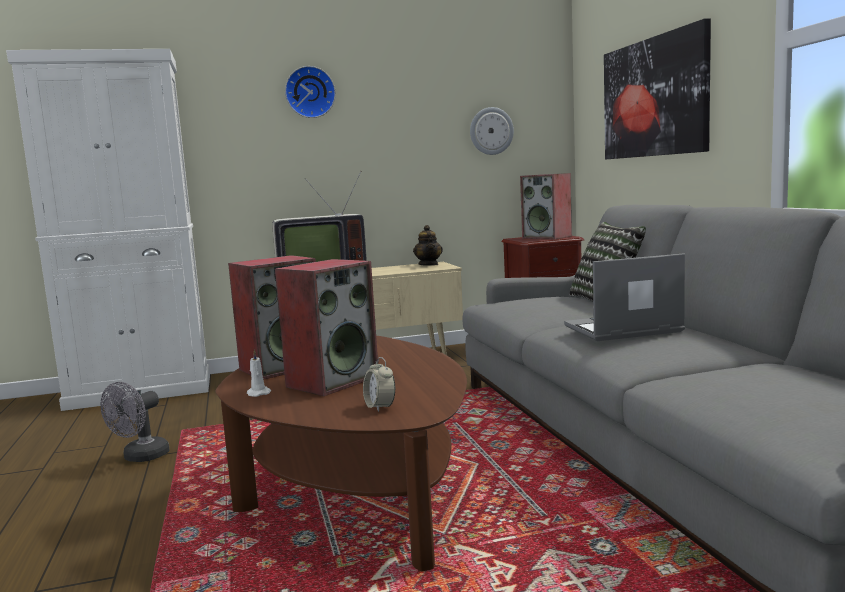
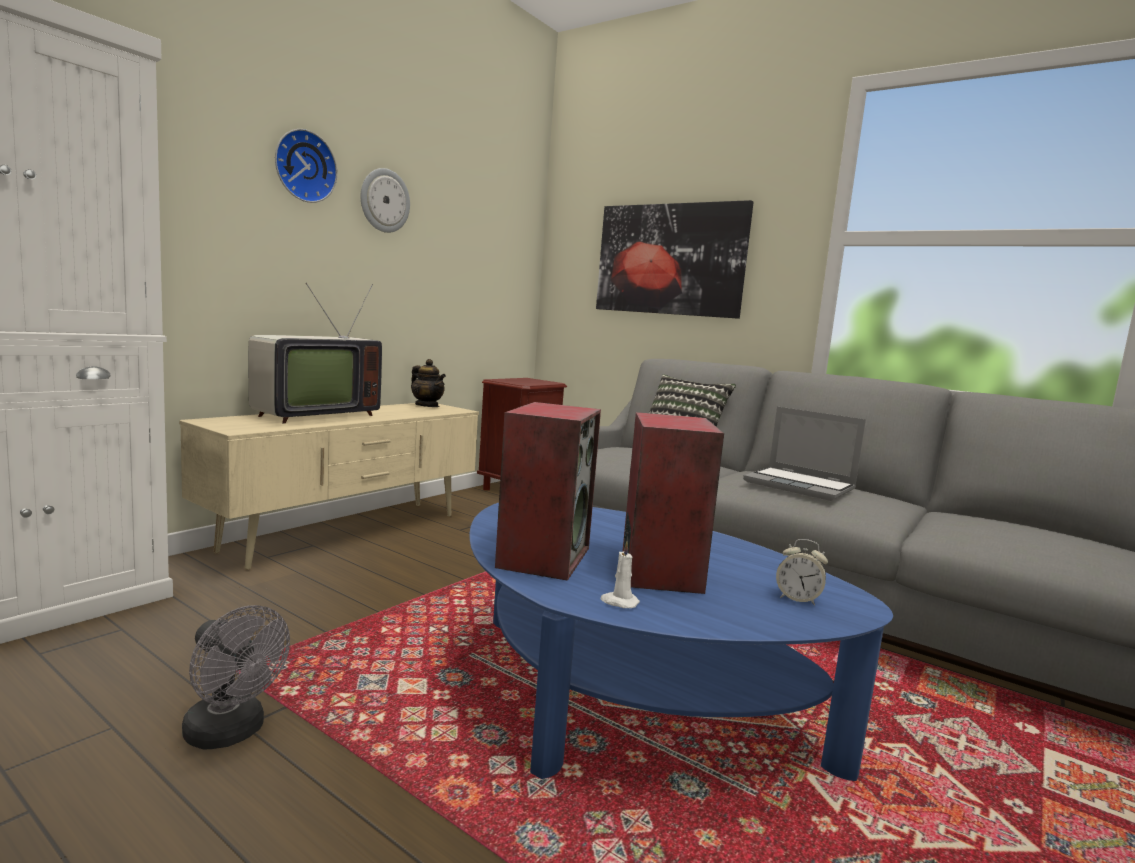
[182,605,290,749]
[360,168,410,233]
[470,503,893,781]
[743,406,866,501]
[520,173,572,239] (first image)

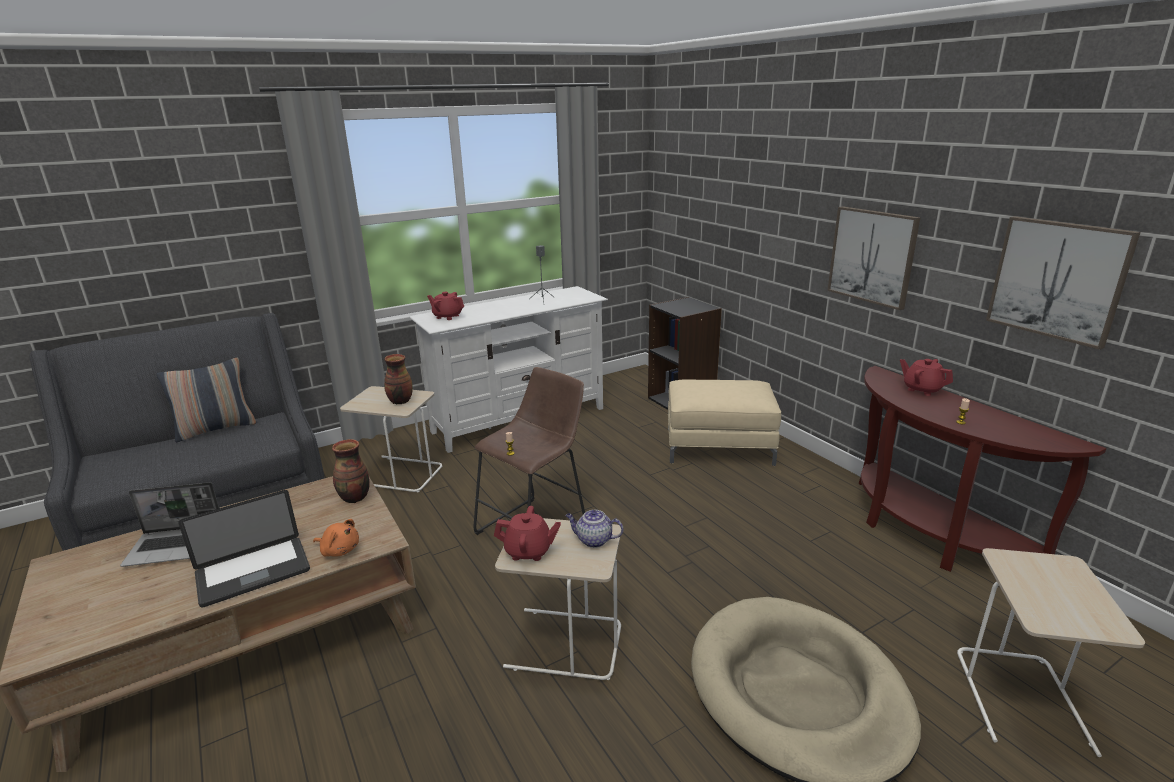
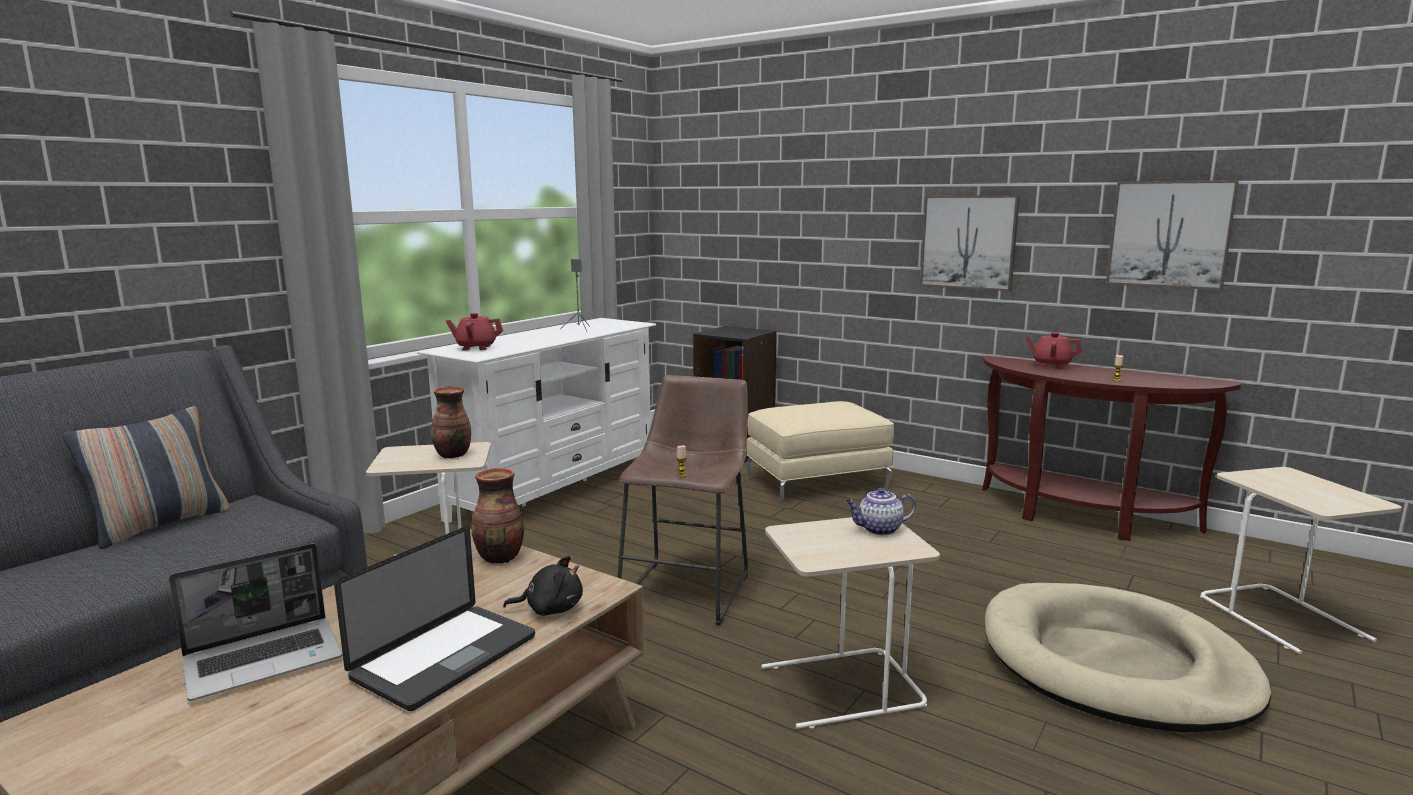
[503,556,583,616]
[494,506,561,561] (first image)

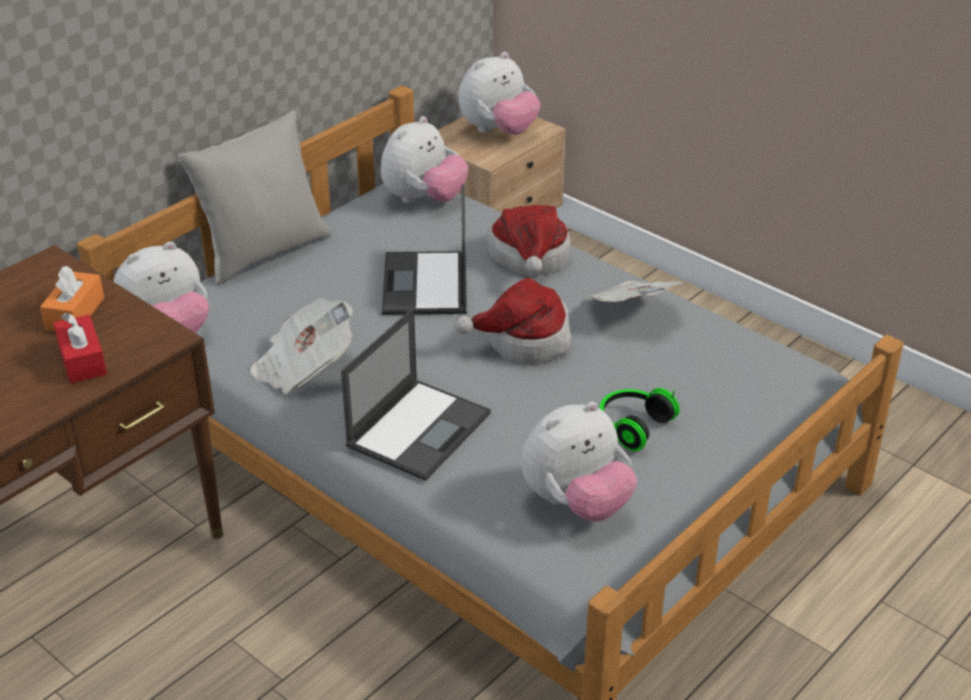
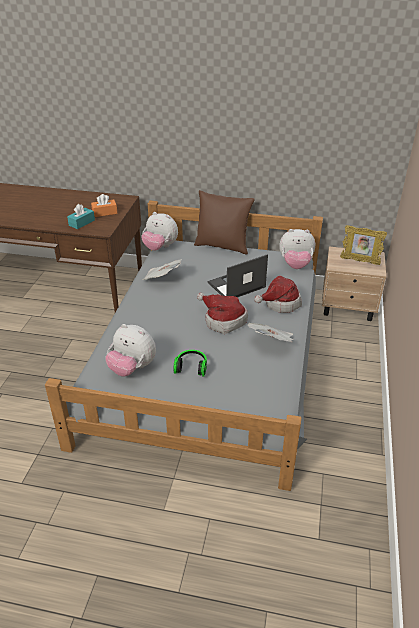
[67,204,95,229]
[194,190,255,255]
[340,225,387,265]
[341,308,491,481] (first image)

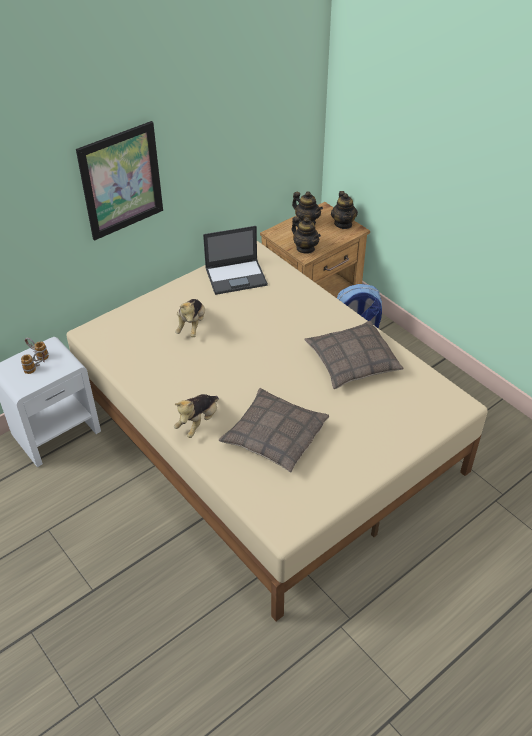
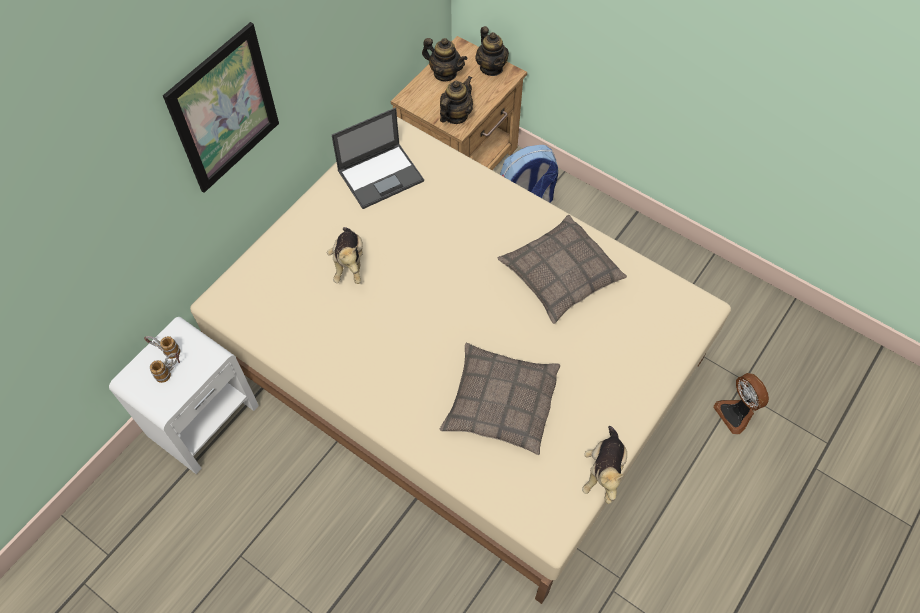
[440,76,473,124]
[582,426,627,504]
[713,373,769,434]

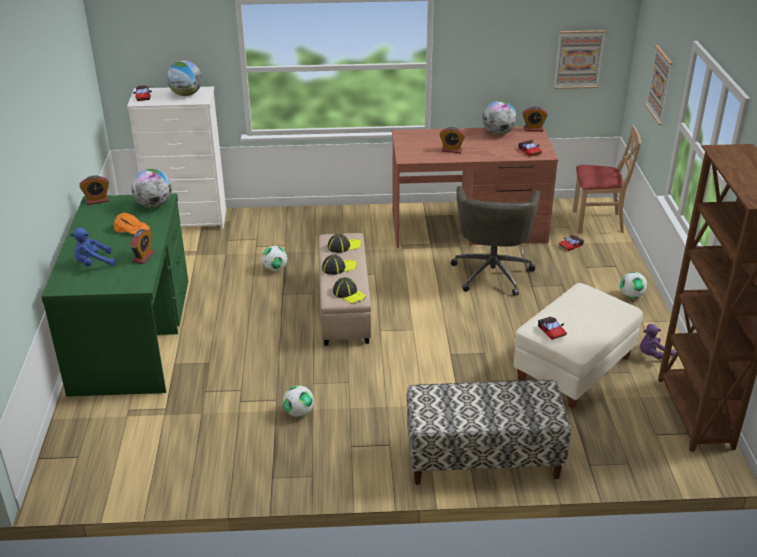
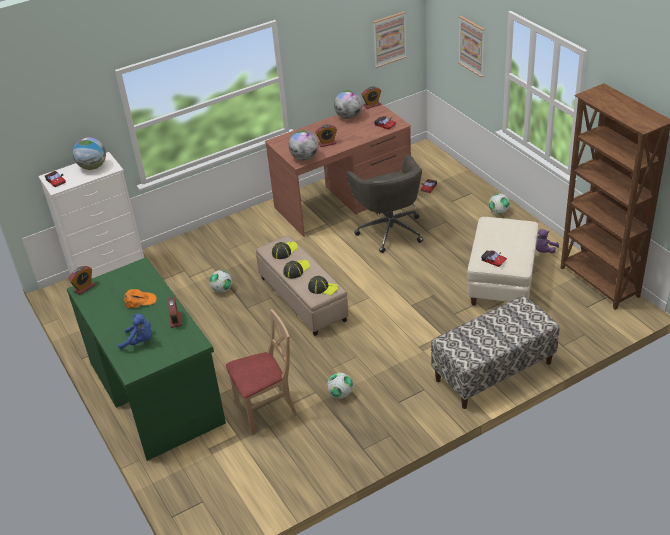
[118,314,152,349]
[226,309,297,436]
[288,130,319,161]

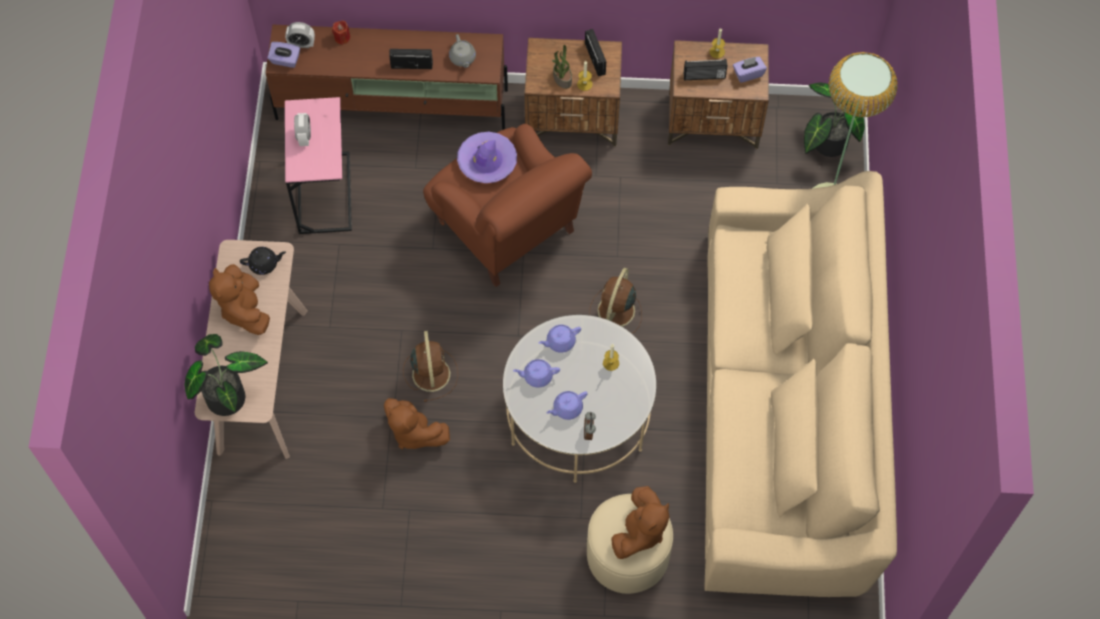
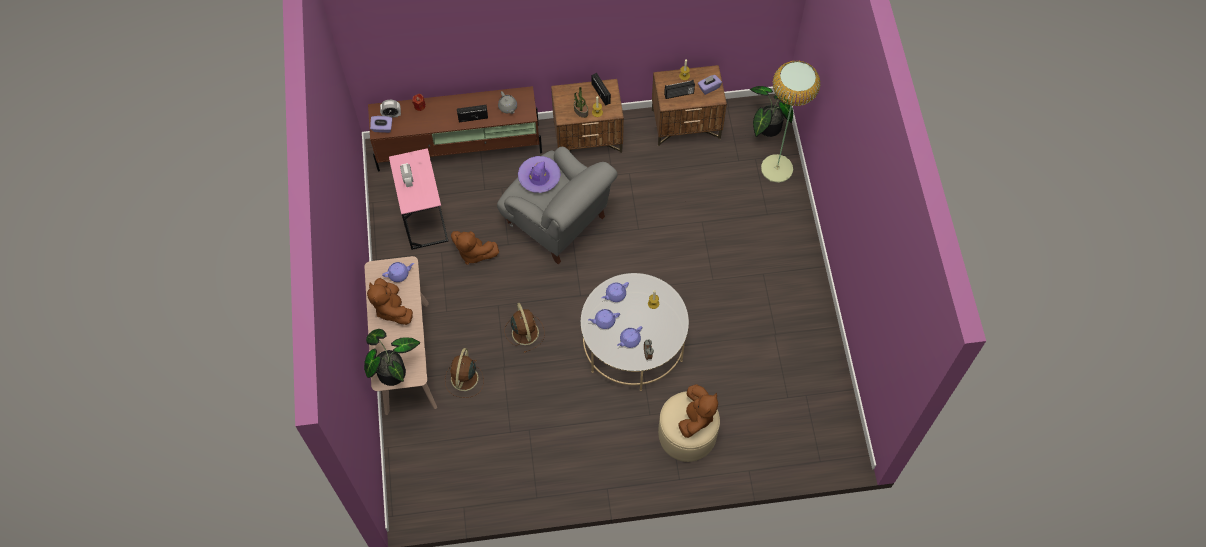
[382,262,414,282]
[445,348,484,398]
[451,231,499,265]
[497,147,617,264]
[704,171,897,597] (first image)

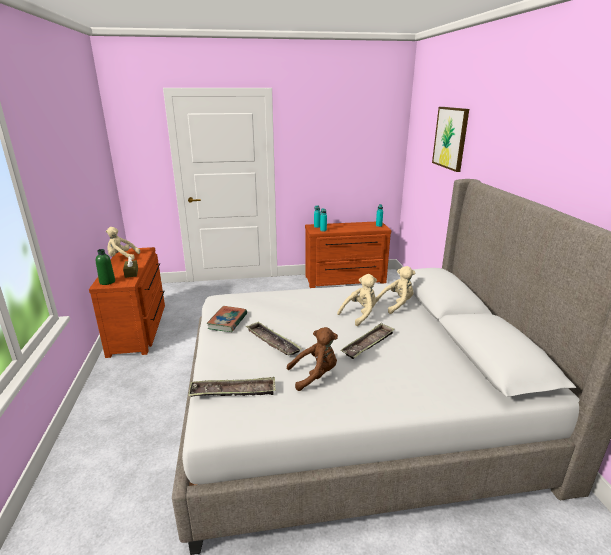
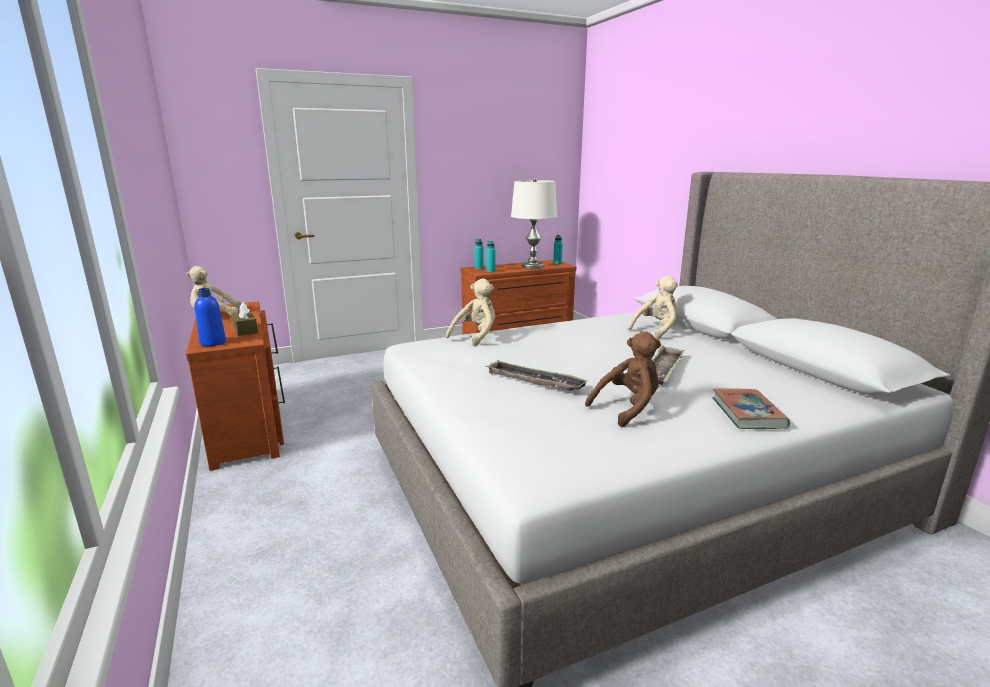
[195,288,226,346]
[446,278,495,346]
[511,178,557,269]
[712,388,790,429]
[188,377,276,397] (first image)
[432,107,469,172] (first image)

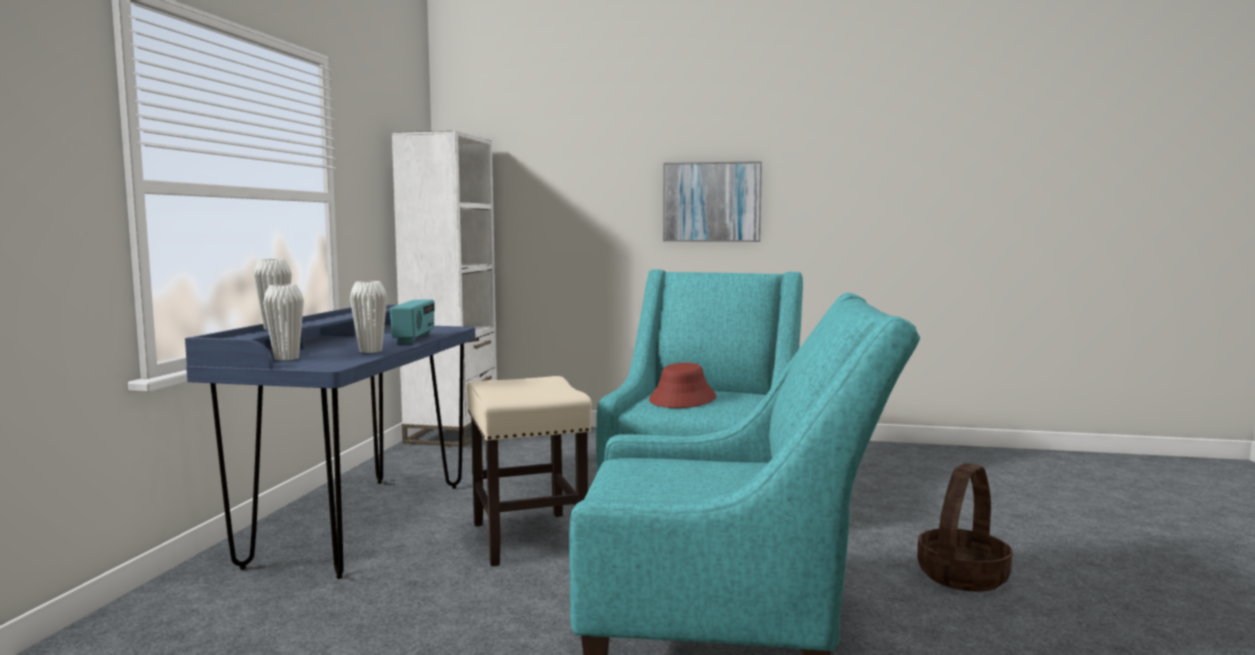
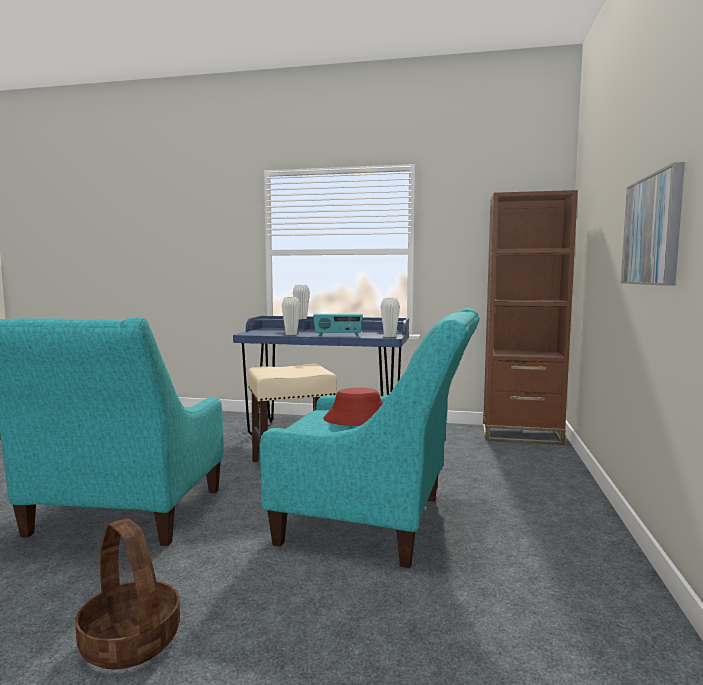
[380,298,400,337]
[483,190,578,445]

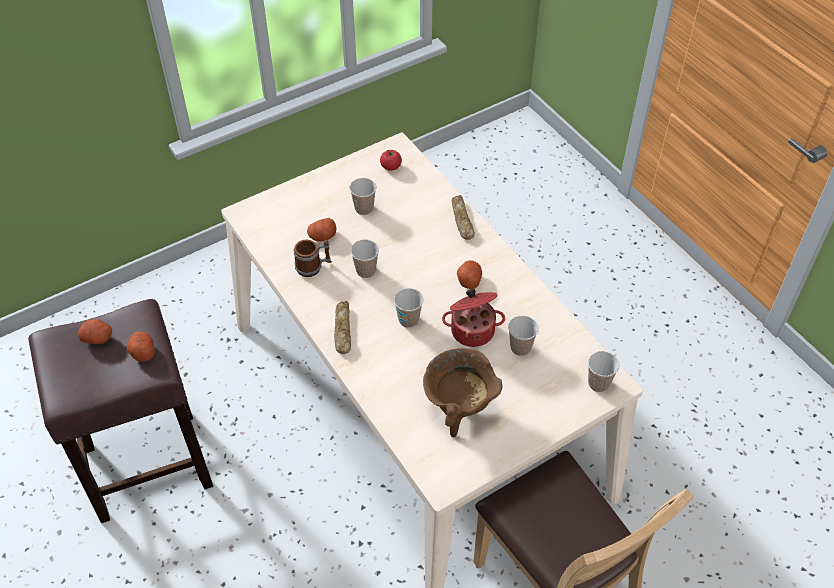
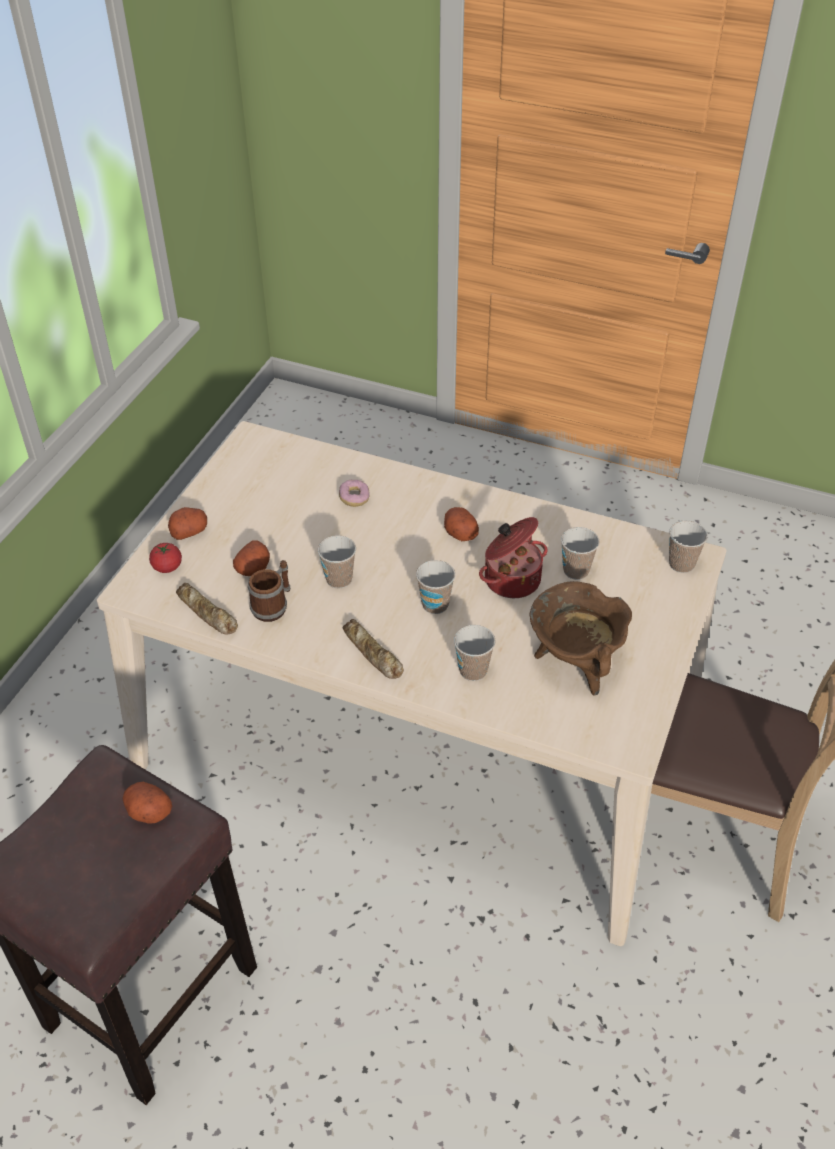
[149,543,182,573]
[168,507,207,540]
[176,583,238,635]
[339,480,370,507]
[454,625,495,681]

